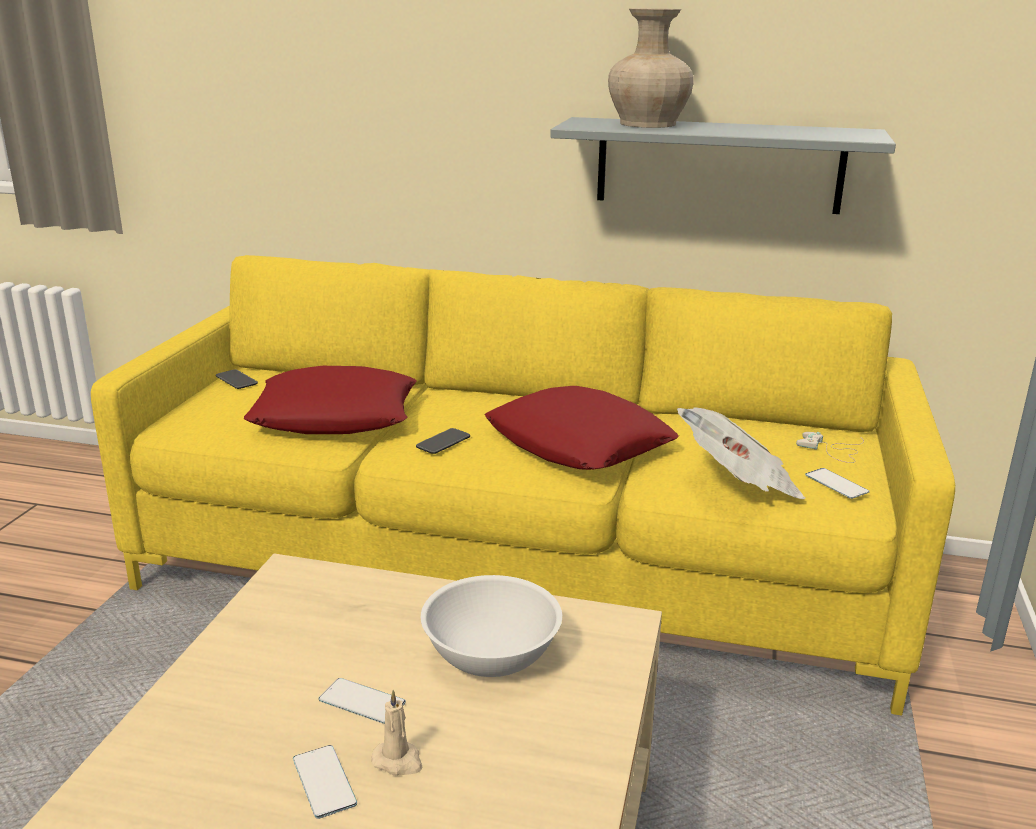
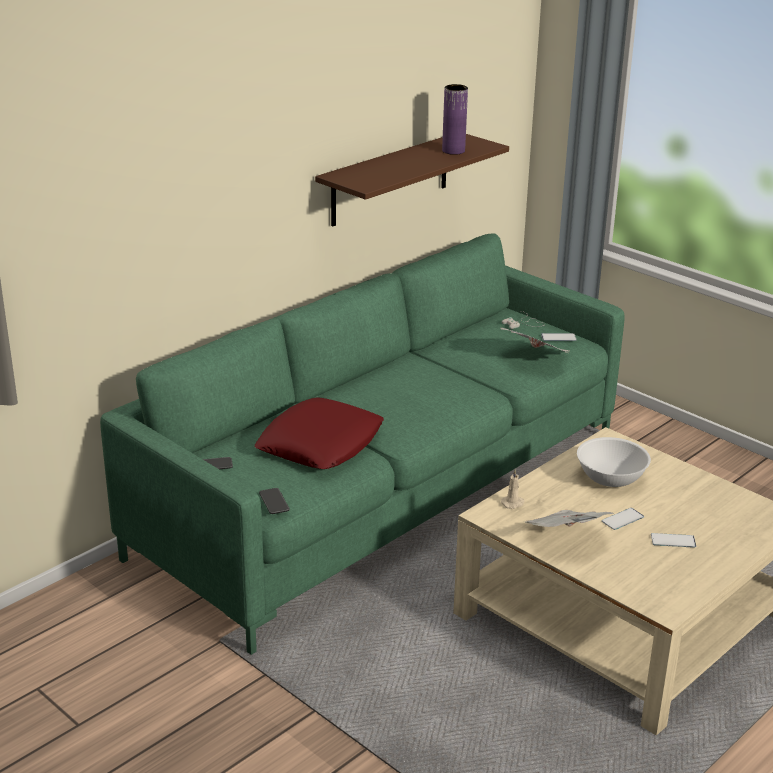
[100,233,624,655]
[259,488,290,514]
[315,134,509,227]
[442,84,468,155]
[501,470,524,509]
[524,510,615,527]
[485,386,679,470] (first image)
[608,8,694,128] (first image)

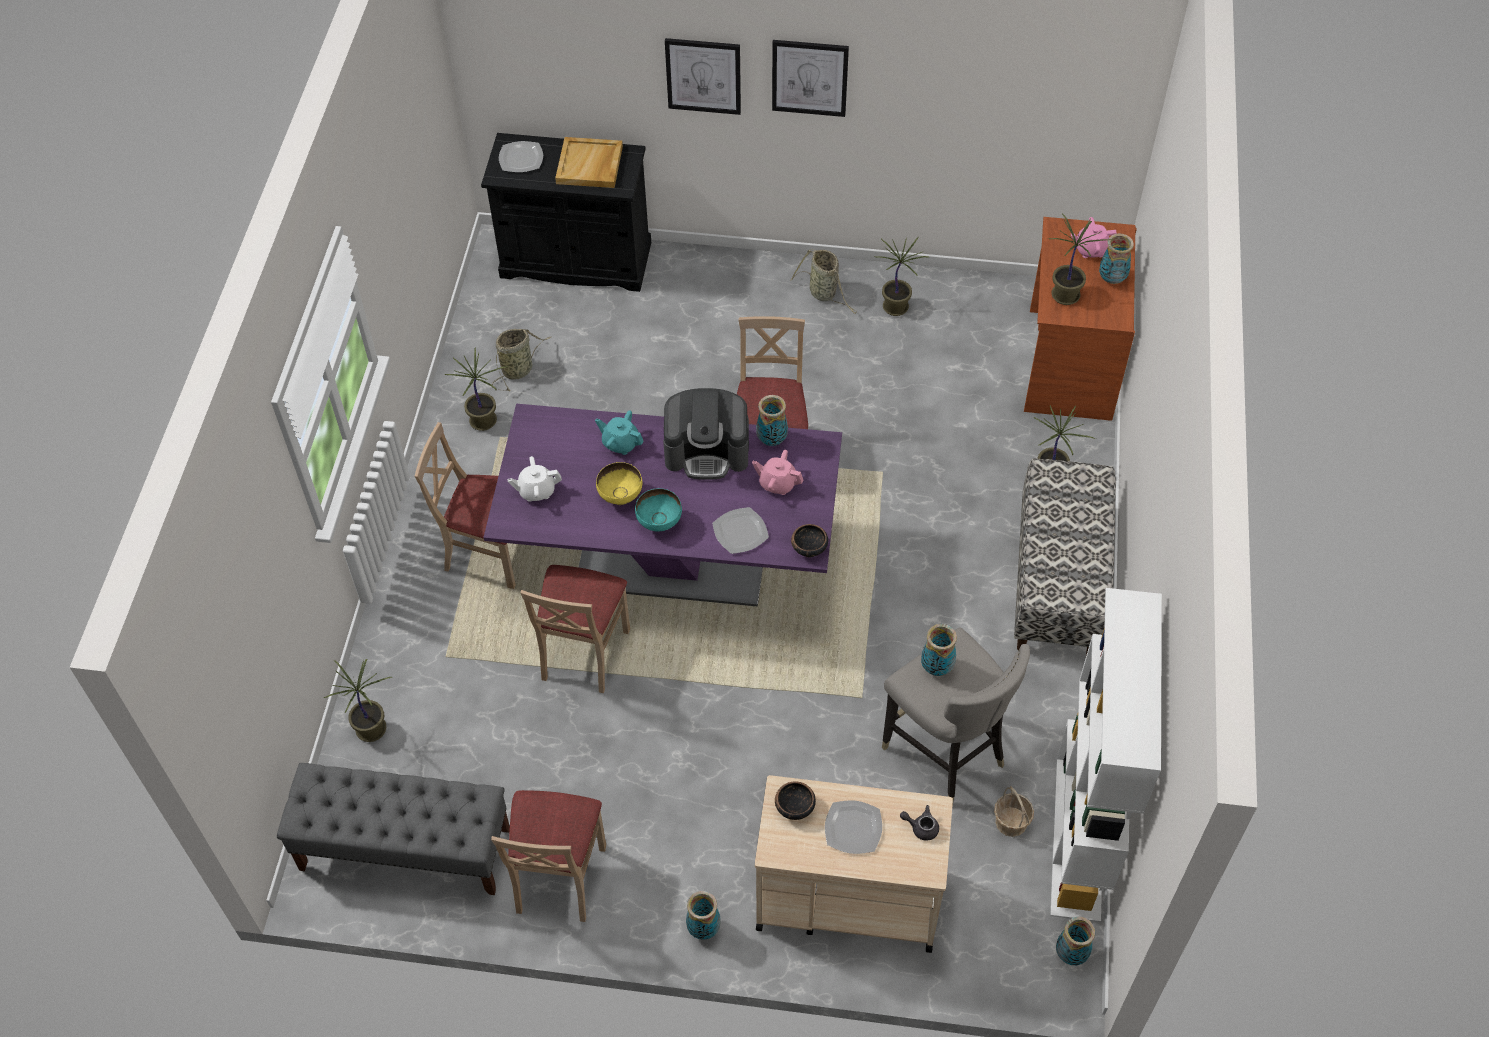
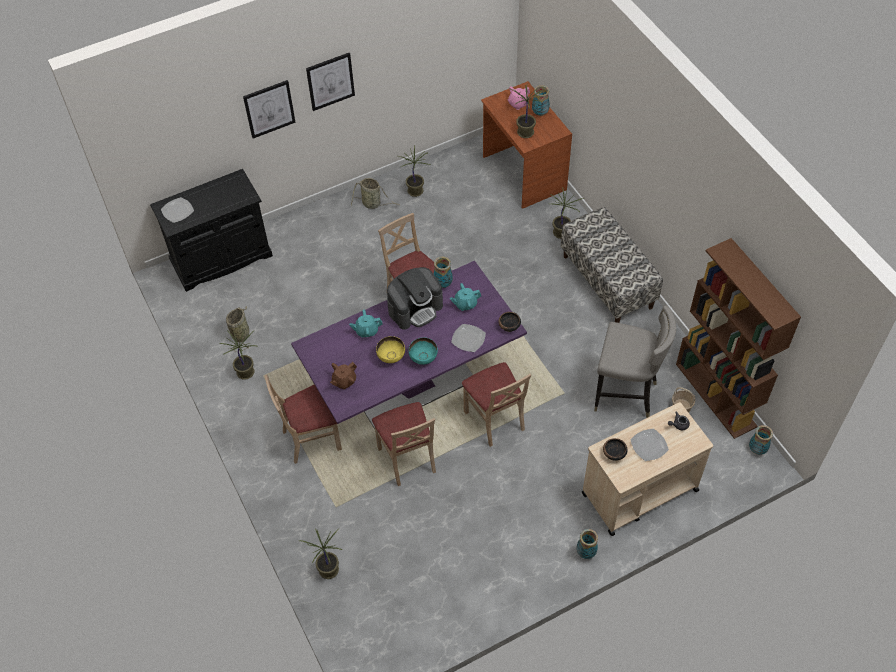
[330,362,357,389]
[450,283,481,311]
[462,362,531,447]
[676,238,801,439]
[277,763,510,895] (first image)
[555,137,623,188] (first image)
[921,624,957,676] (first image)

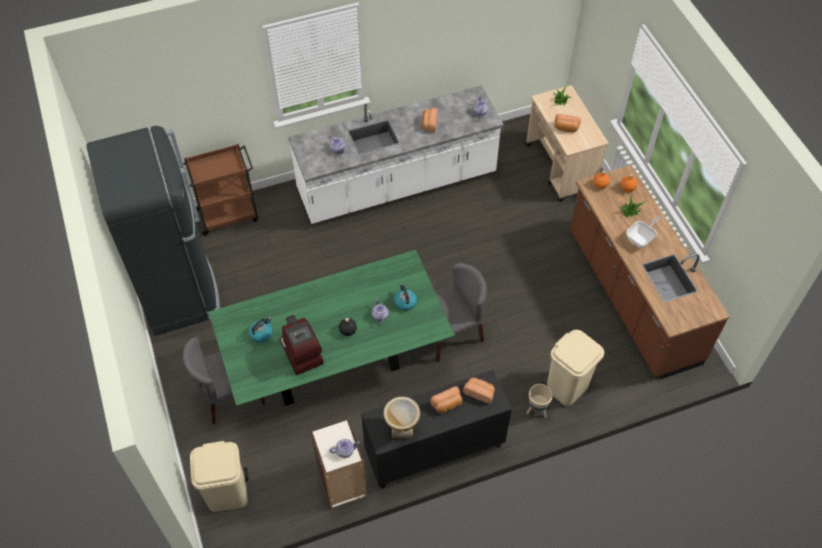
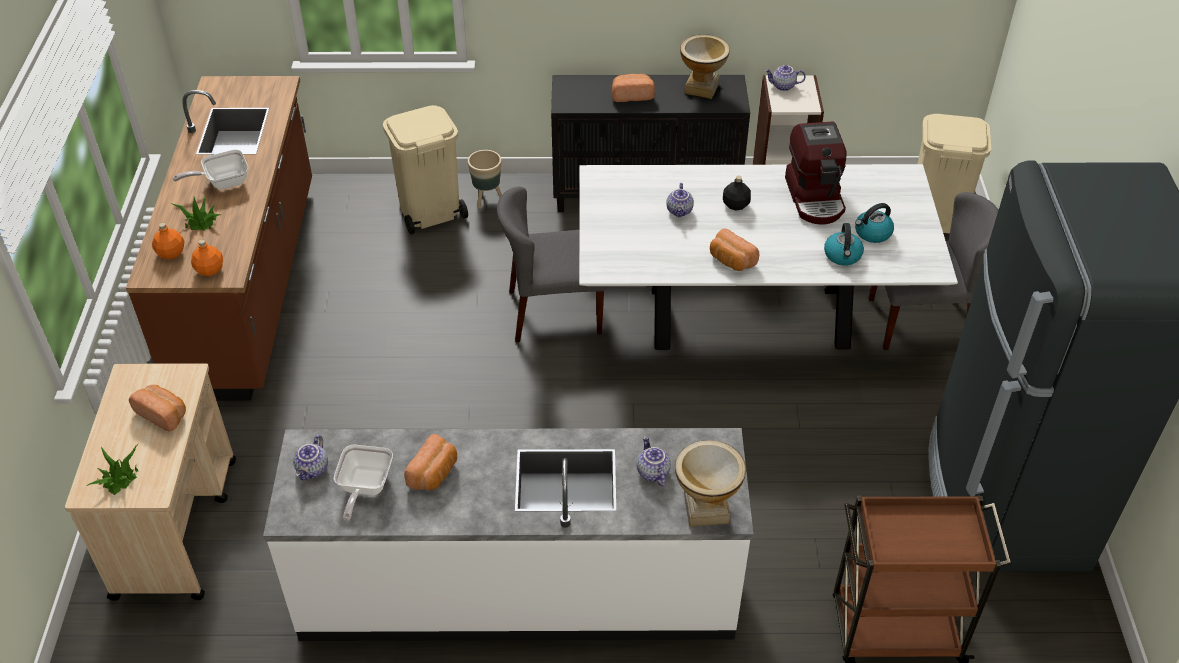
[334,445,393,521]
[579,164,958,350]
[675,440,746,526]
[710,229,759,271]
[824,223,864,266]

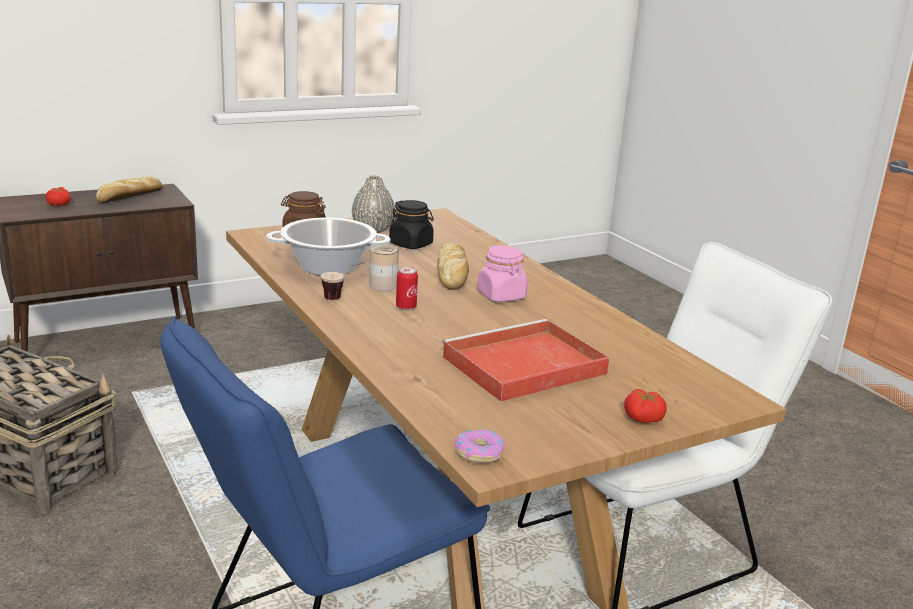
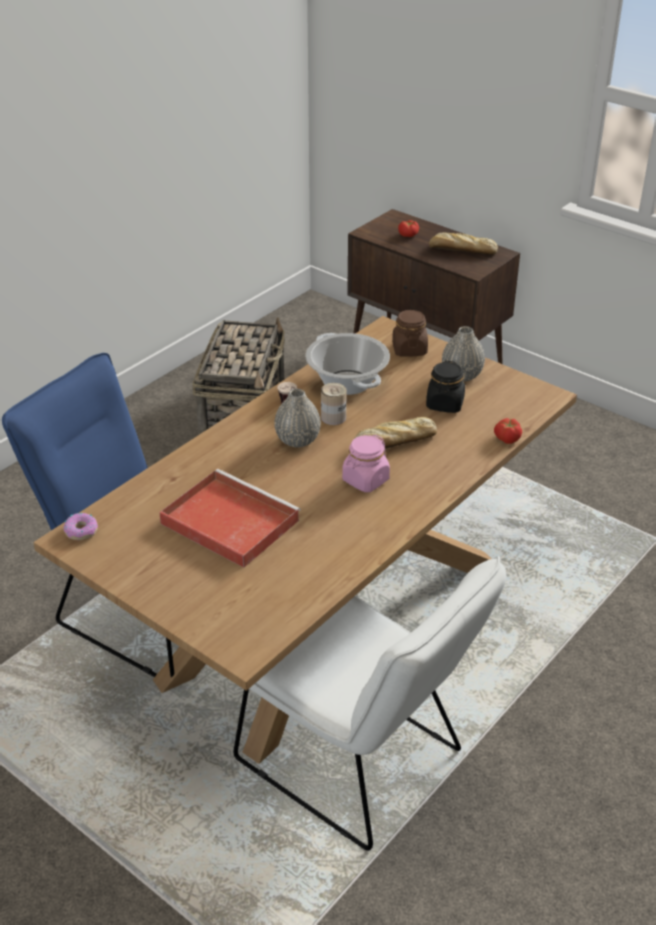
[274,389,321,447]
[494,418,522,444]

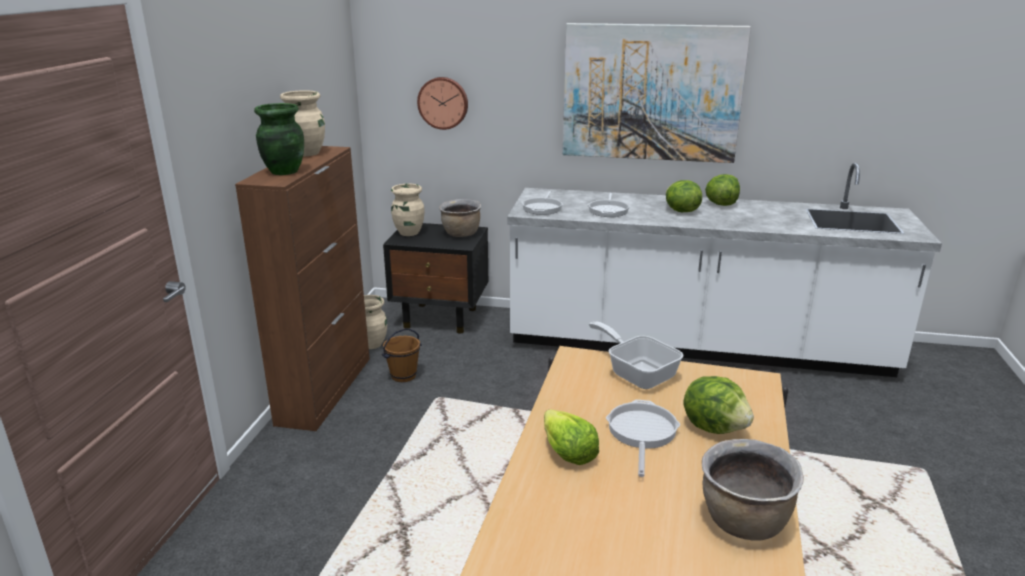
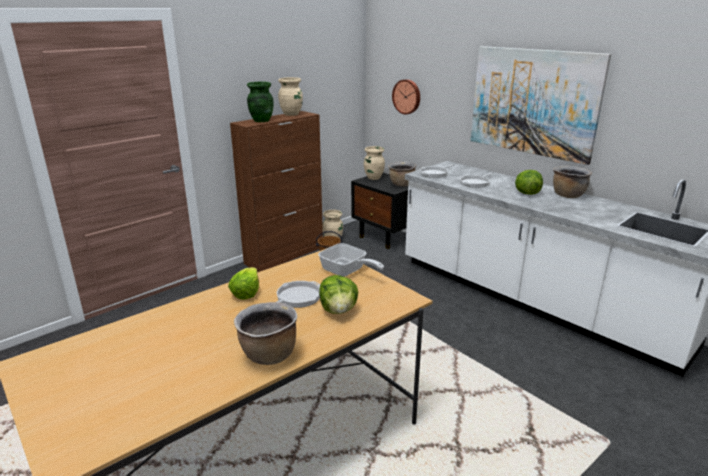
[318,243,384,277]
[553,166,592,198]

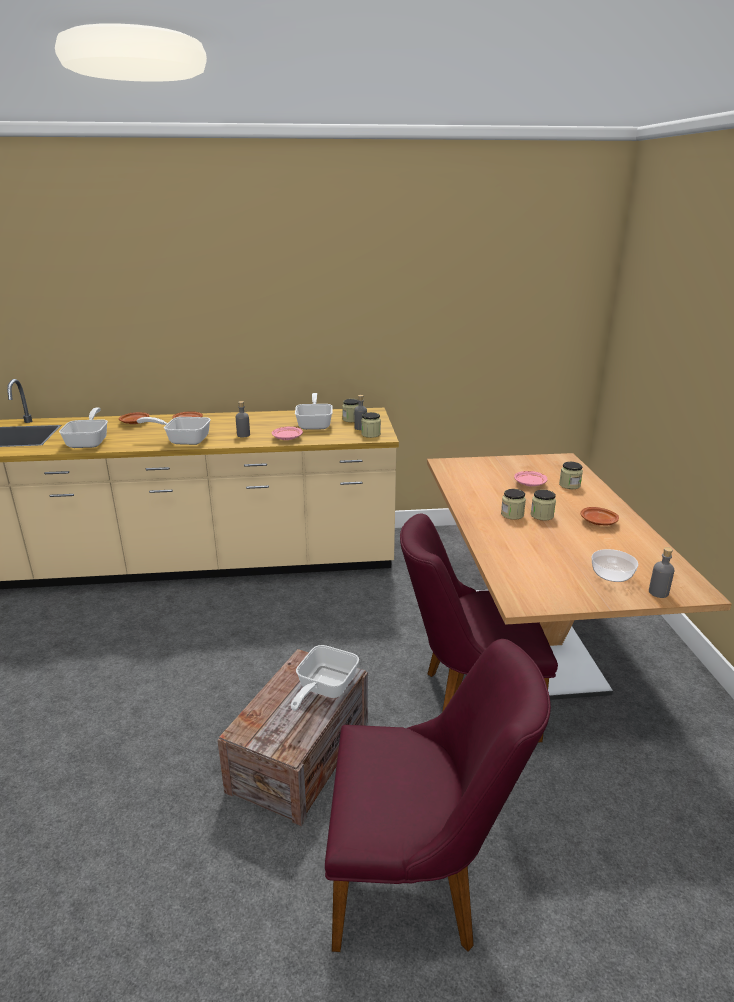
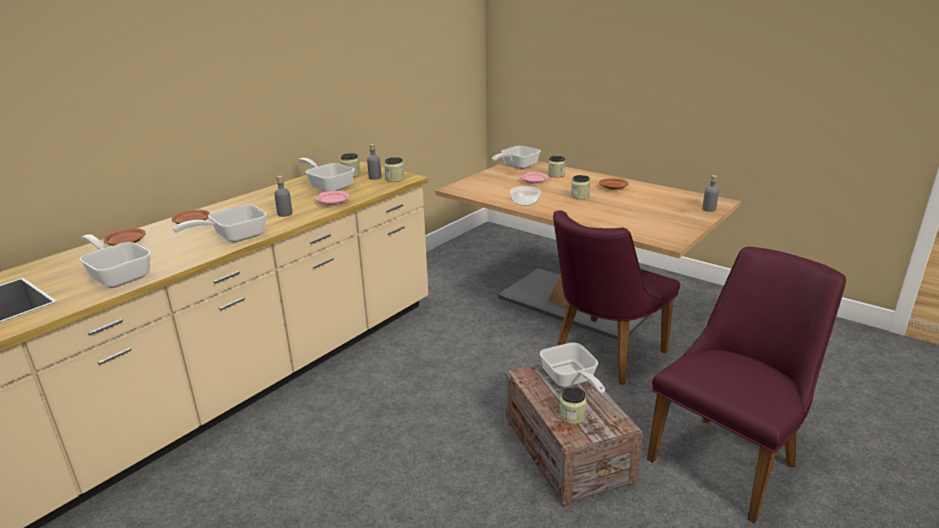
[492,146,541,169]
[510,186,541,206]
[559,387,587,424]

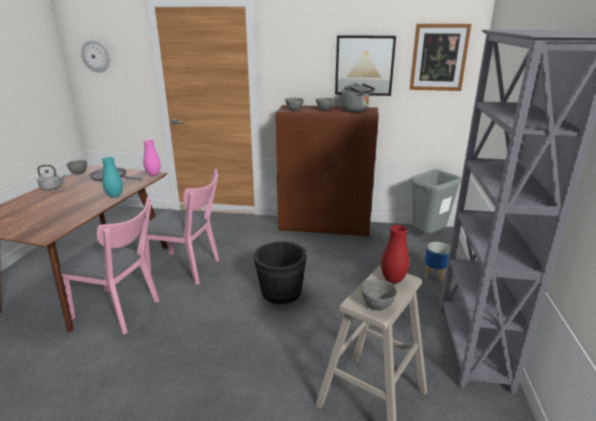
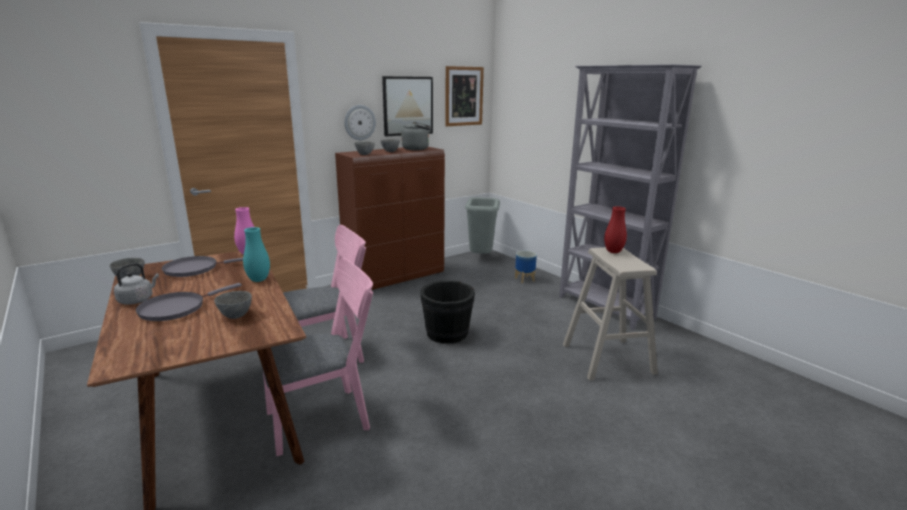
[136,283,242,321]
[214,291,252,319]
[344,105,376,140]

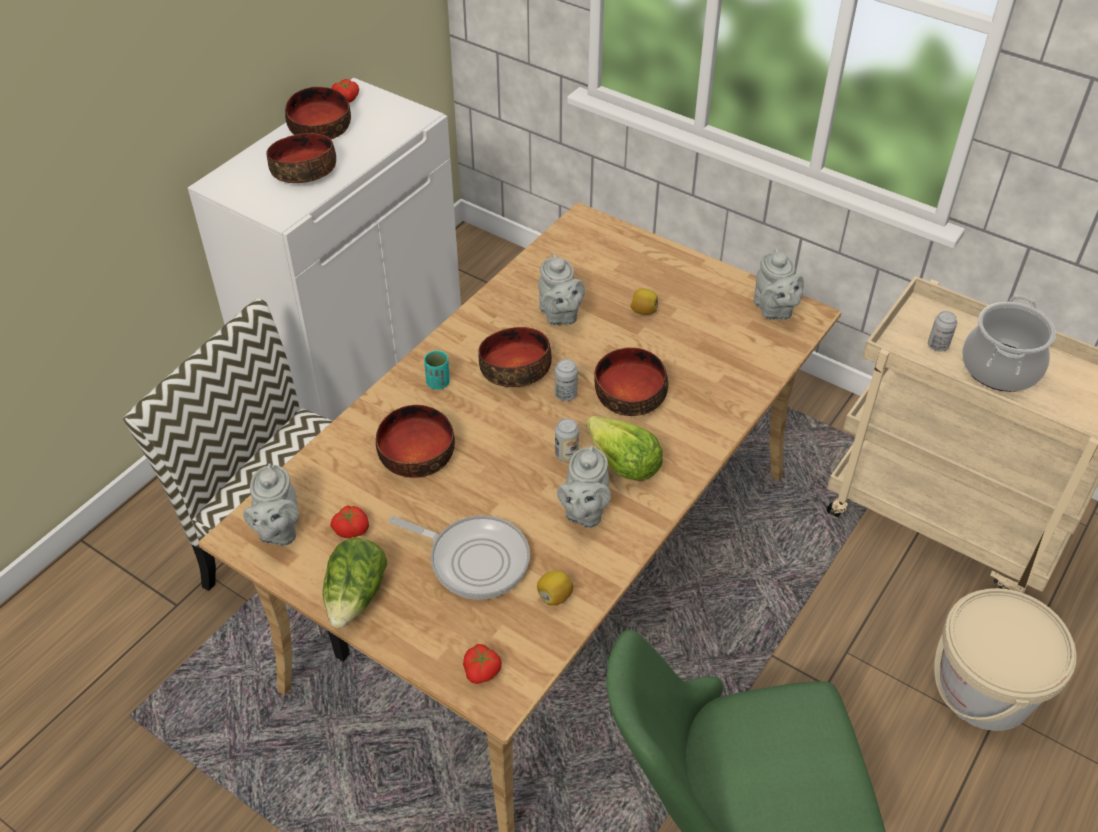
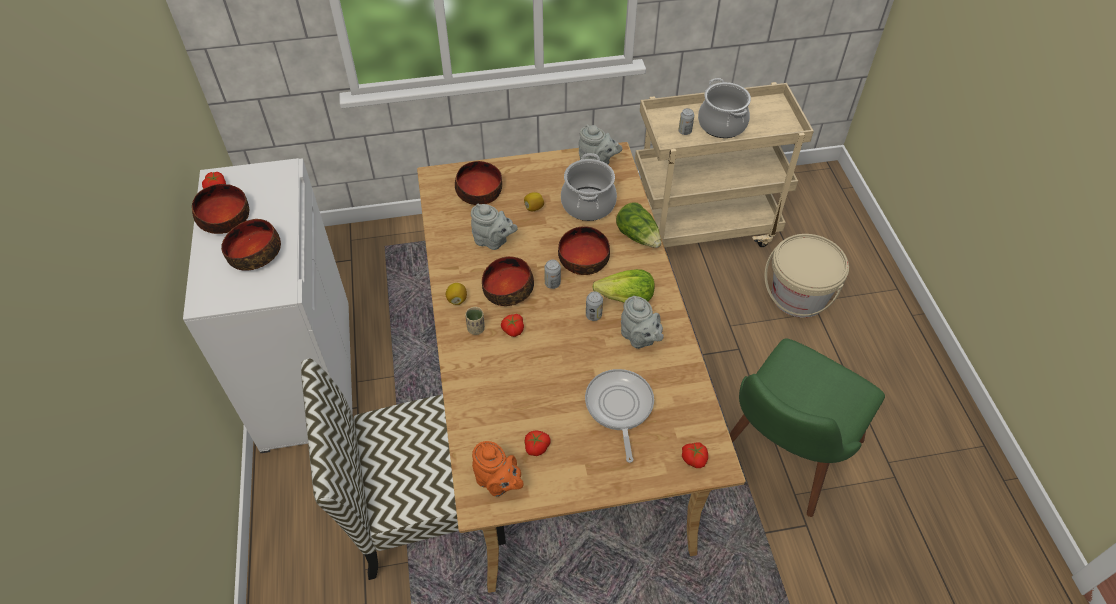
[446,283,467,305]
[455,161,502,205]
[465,307,485,335]
[472,441,524,497]
[501,314,524,337]
[561,153,617,221]
[585,369,654,463]
[616,202,661,248]

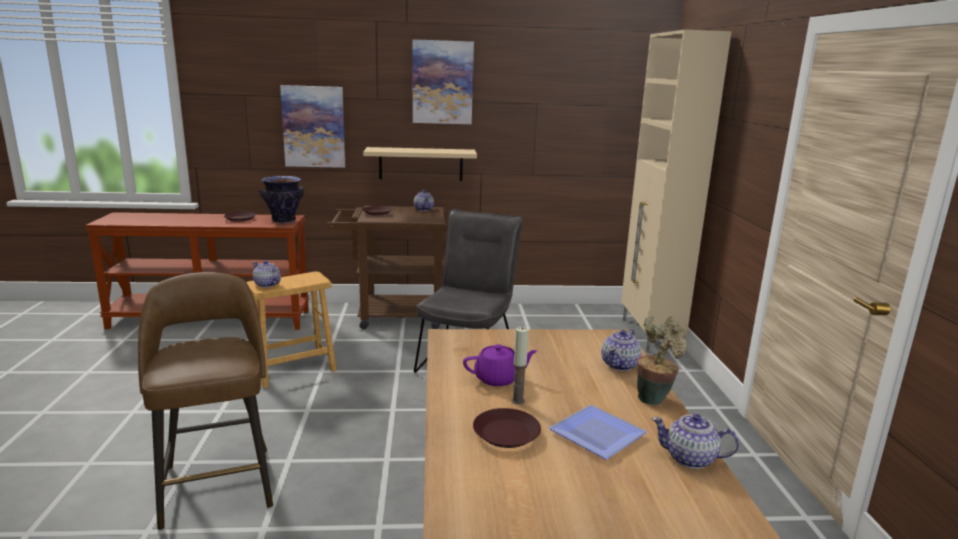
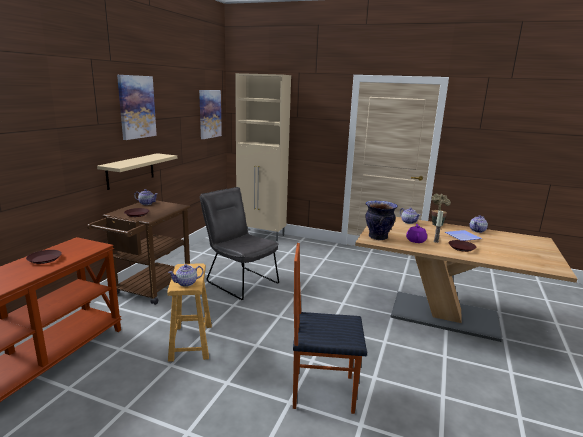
[199,90,222,139]
[293,243,367,414]
[365,201,398,240]

